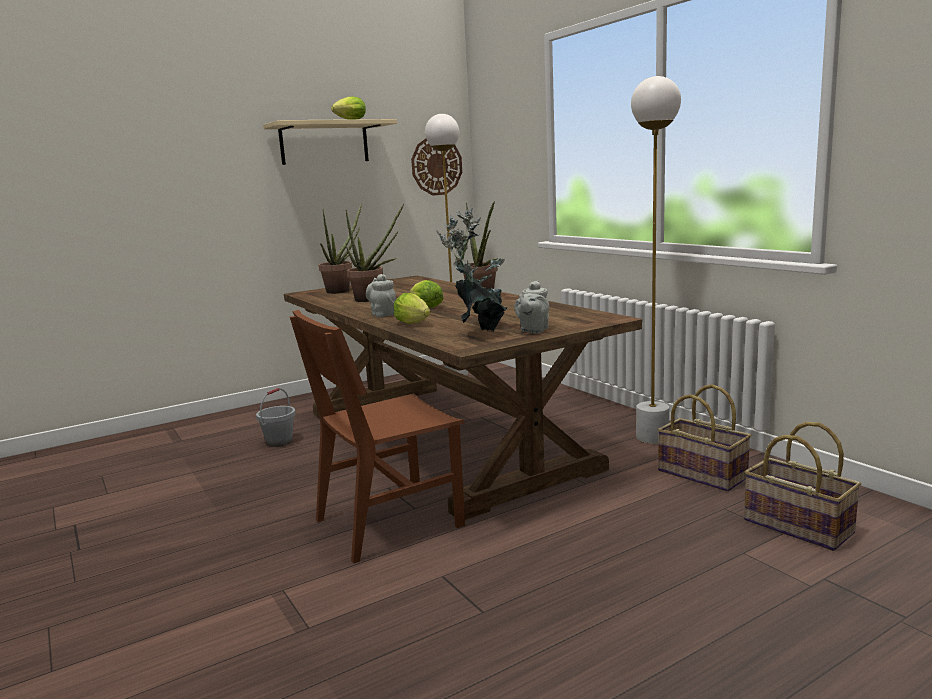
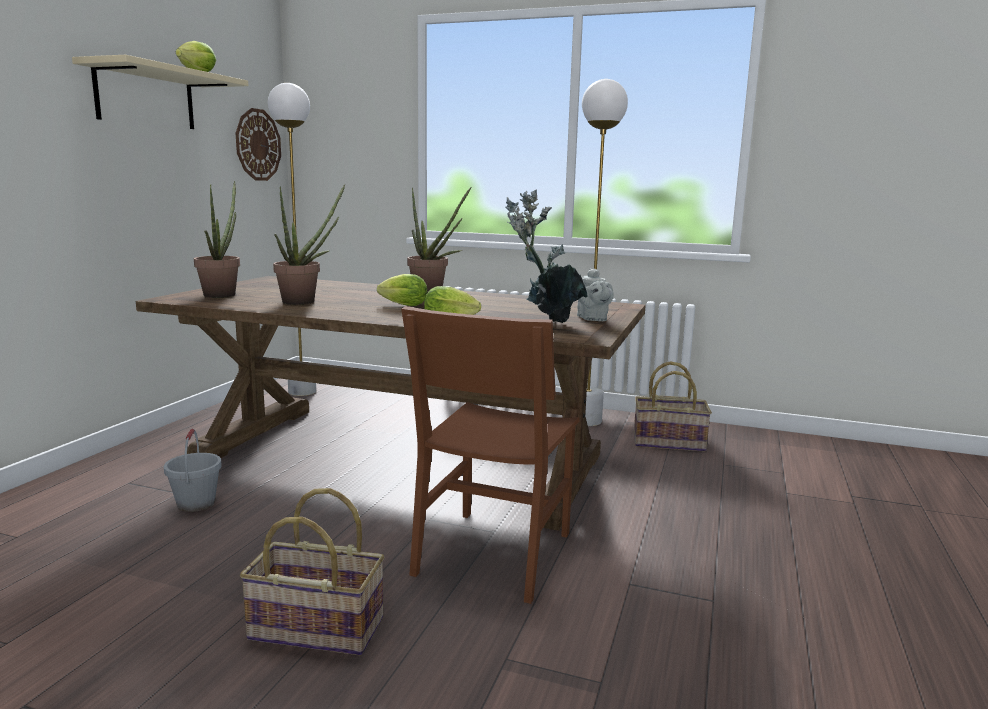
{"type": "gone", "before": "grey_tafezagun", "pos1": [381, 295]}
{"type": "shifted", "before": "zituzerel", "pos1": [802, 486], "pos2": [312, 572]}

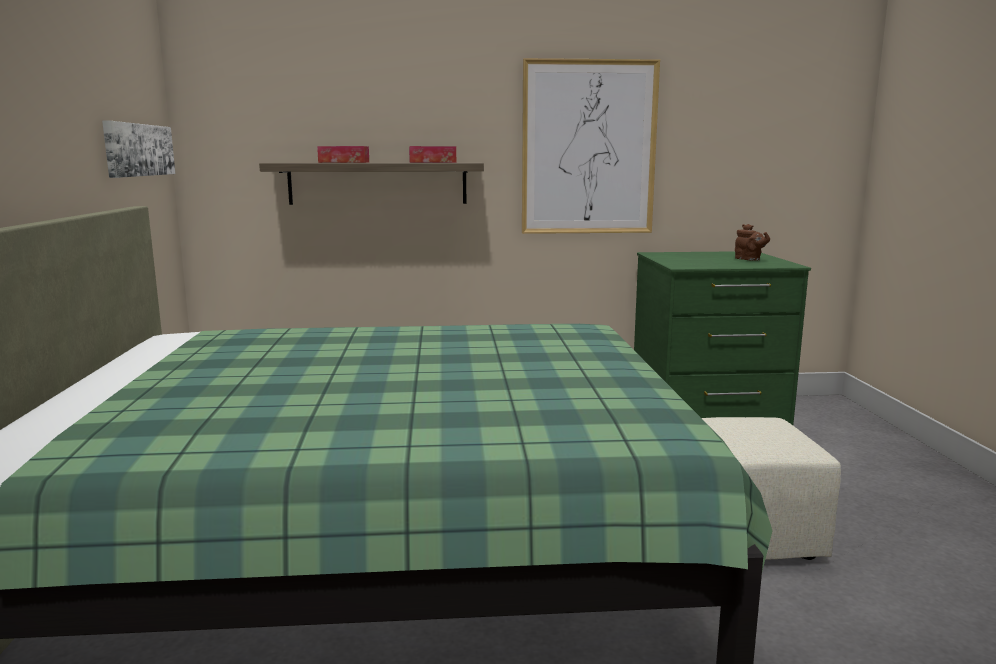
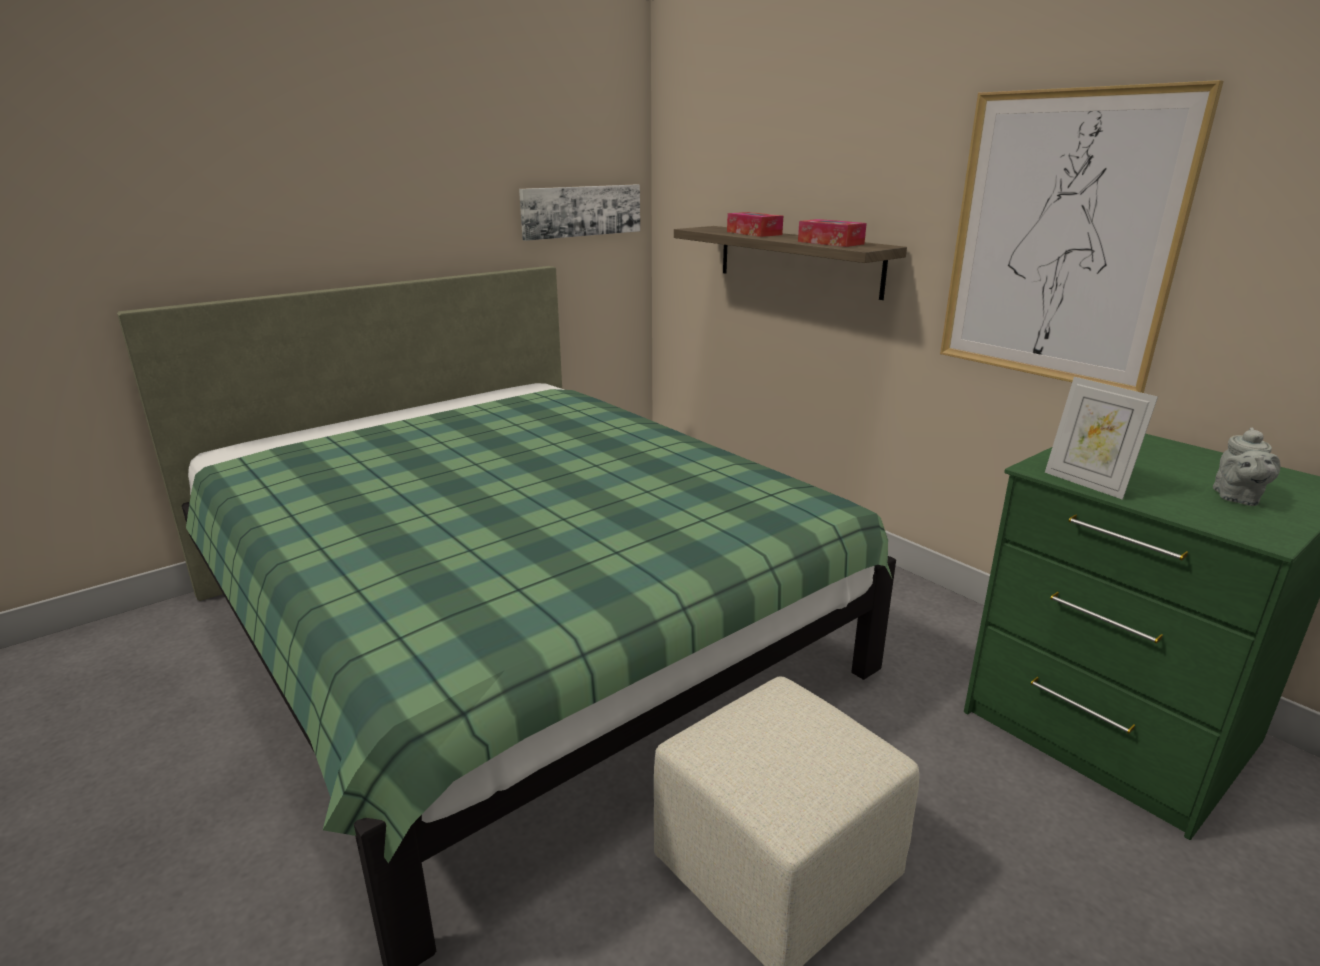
{"type": "repainted", "before": "brown_tafezagun", "after": "grey_tafezagun", "pos1": [752, 242], "pos2": [1246, 466]}
{"type": "new", "after": "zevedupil", "pos2": [1101, 438]}

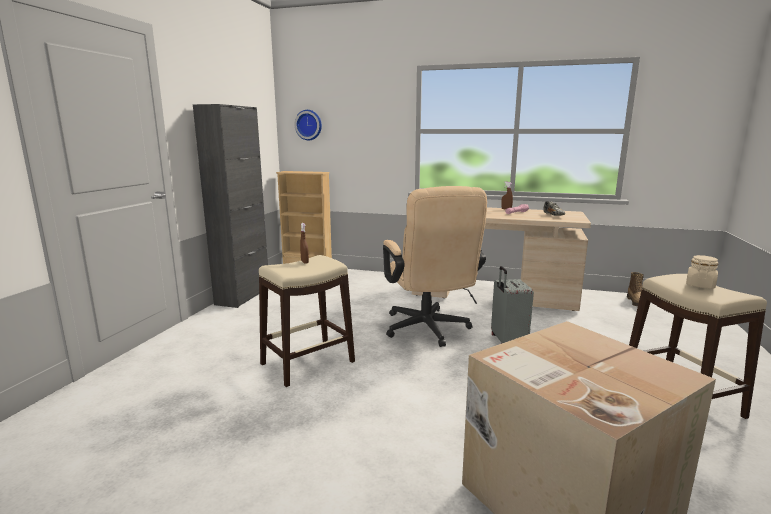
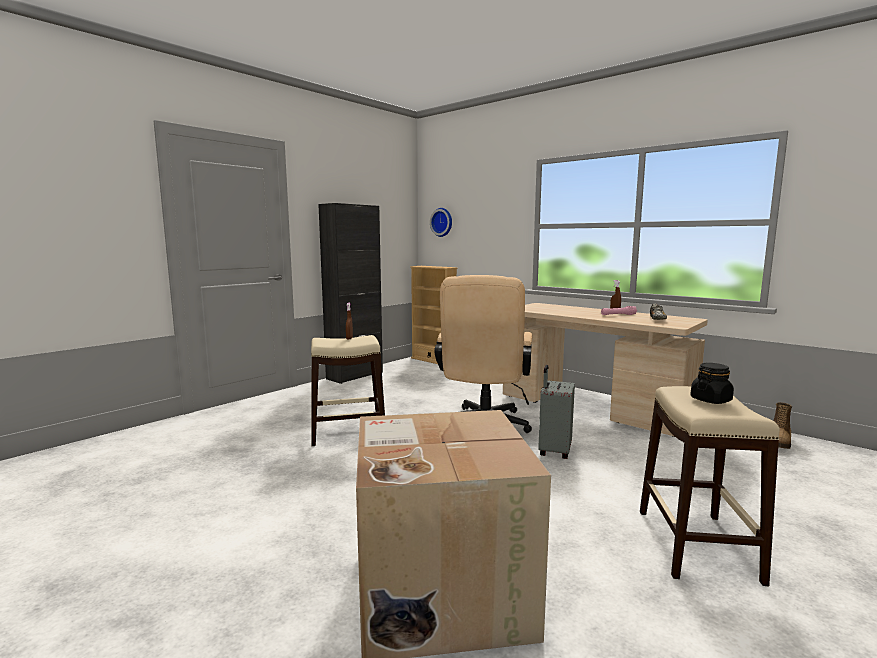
{"type": "repainted", "before": "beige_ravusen", "after": "black_ravusen", "pos1": [702, 272], "pos2": [712, 383]}

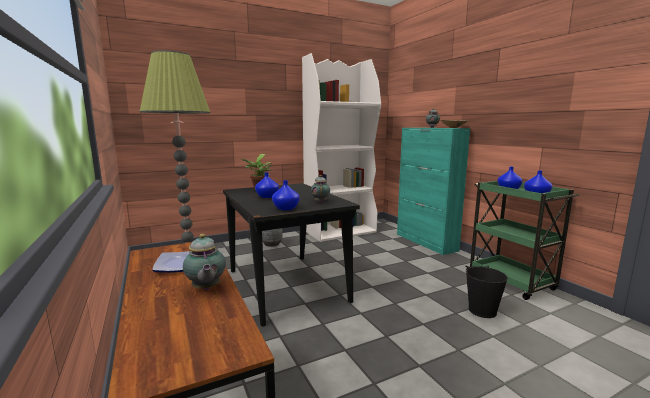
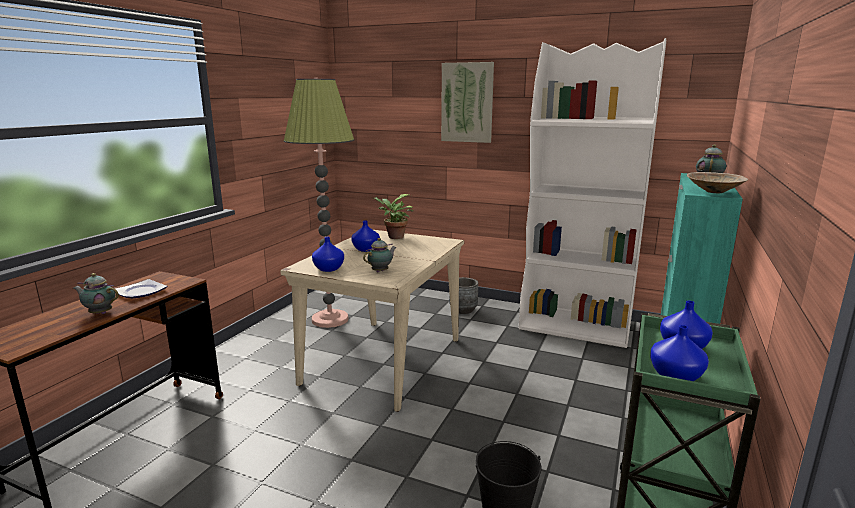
{"type": "rotated", "before": "tafezagun", "pos1": [204, 262], "pos2": [96, 293], "turn": 75}
{"type": "repainted", "before": "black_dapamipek", "after": "beige_dapamipek", "pos1": [291, 255], "pos2": [372, 321]}
{"type": "new", "after": "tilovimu", "pos2": [467, 102]}

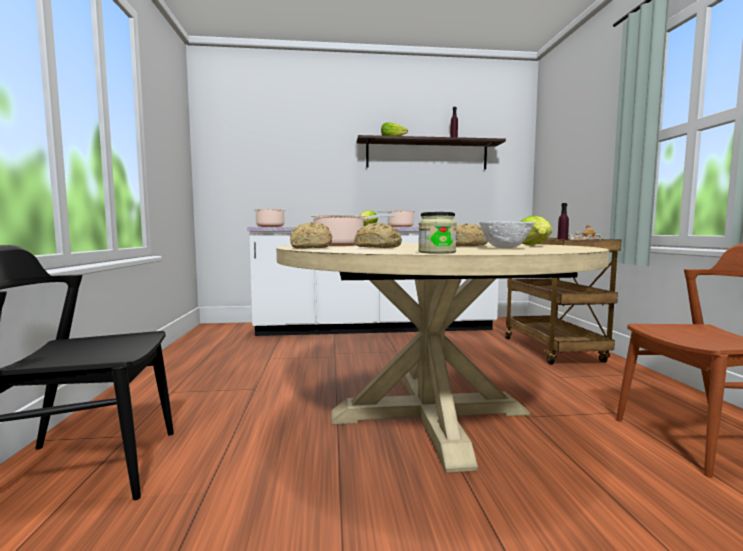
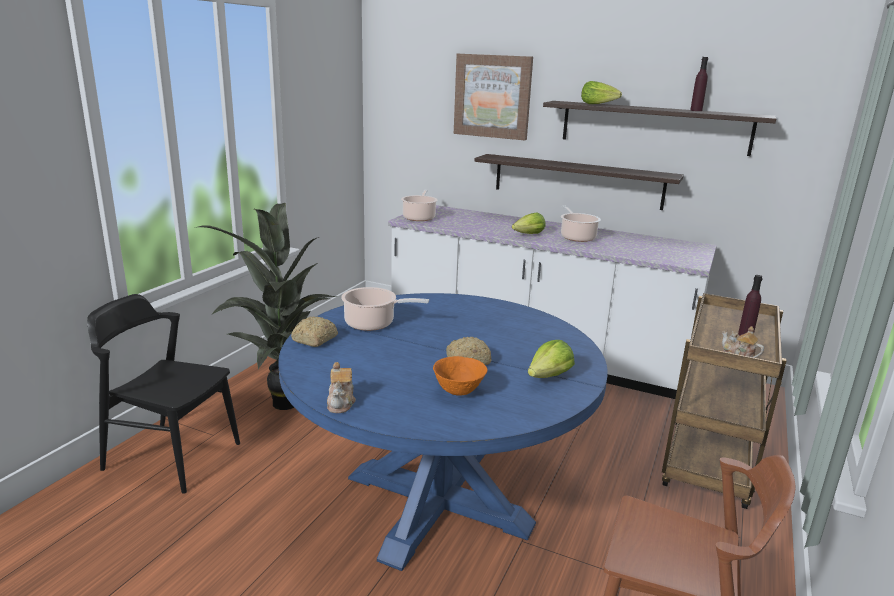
{"type": "repainted", "before": "beige_dapamipek", "after": "blue_dapamipek", "pos1": [442, 357], "pos2": [443, 432]}
{"type": "gone", "before": "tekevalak", "pos1": [378, 235]}
{"type": "swapped", "before": "ravusen", "after": "tafezagun", "pos1": [437, 233], "pos2": [341, 387]}
{"type": "repainted", "before": "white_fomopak", "after": "orange_fomopak", "pos1": [507, 235], "pos2": [460, 376]}
{"type": "new", "after": "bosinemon", "pos2": [265, 306]}
{"type": "new", "after": "tilovimu", "pos2": [493, 97]}
{"type": "new", "after": "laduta", "pos2": [579, 182]}

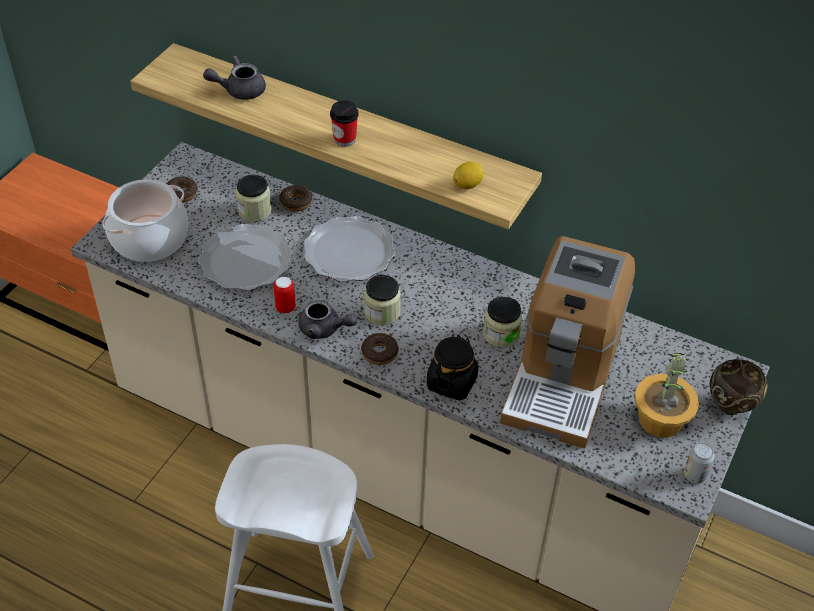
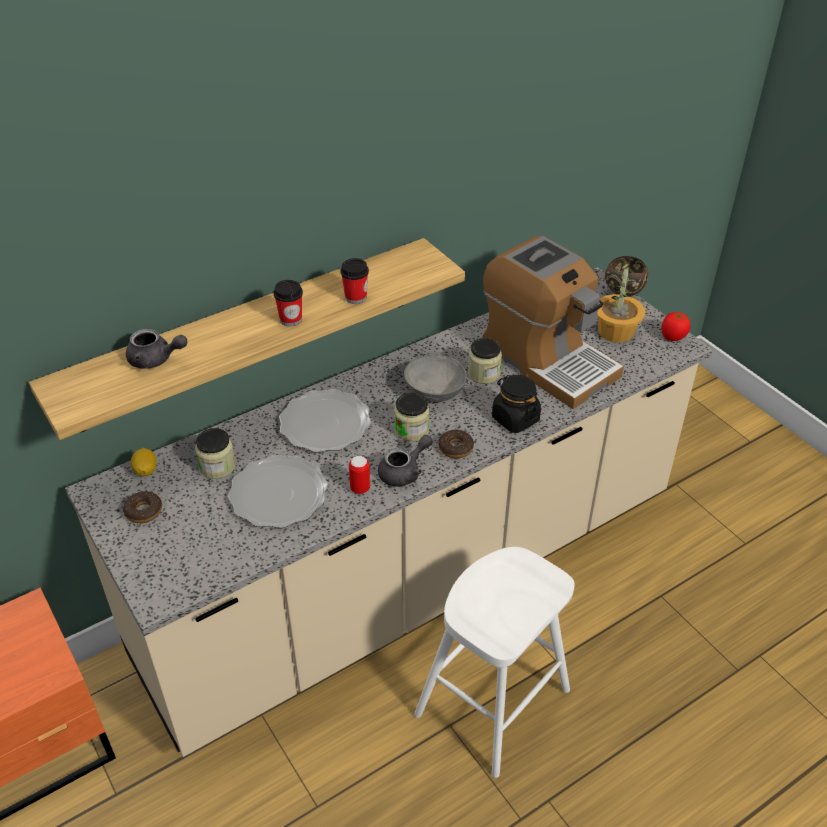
{"type": "gone", "before": "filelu", "pos1": [145, 220]}
{"type": "rotated", "before": "grey_tafezagun", "pos1": [234, 78], "pos2": [156, 349], "turn": -90}
{"type": "gone", "before": "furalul", "pos1": [296, 198]}
{"type": "shifted", "before": "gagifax", "pos1": [468, 175], "pos2": [143, 462]}
{"type": "swapped", "before": "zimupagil", "after": "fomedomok", "pos1": [699, 463], "pos2": [676, 326]}
{"type": "new", "after": "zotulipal", "pos2": [354, 281]}
{"type": "new", "after": "grey_fomopak", "pos2": [435, 378]}

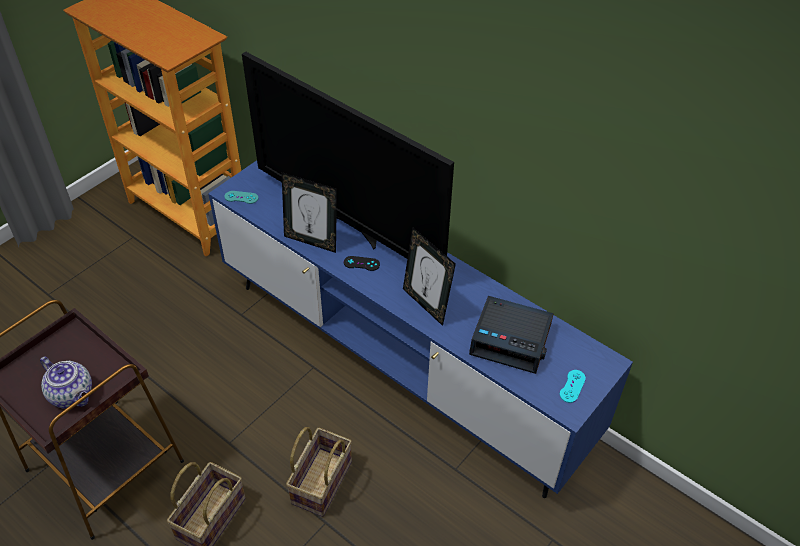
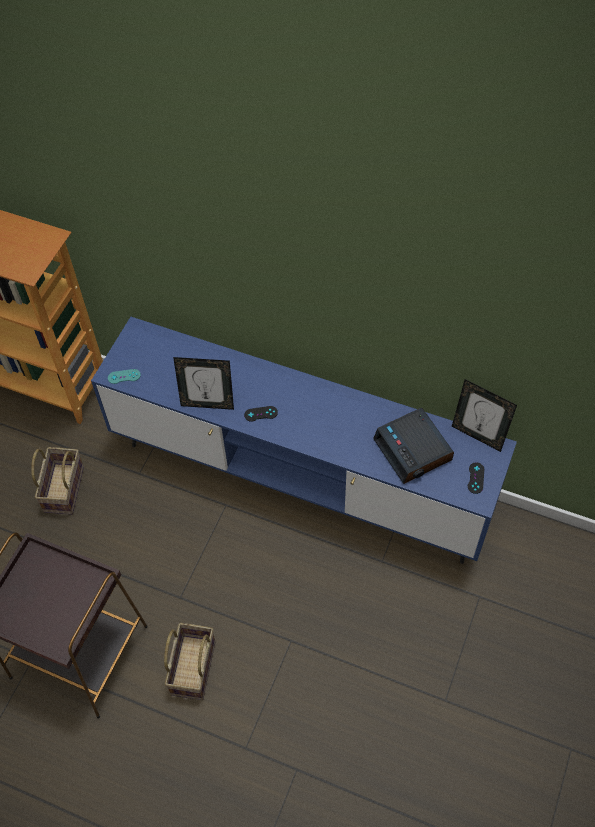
{"type": "gone", "before": "tafezagun", "pos1": [66, 383]}
{"type": "gone", "before": "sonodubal", "pos1": [348, 155]}
{"type": "shifted", "before": "zituzerel", "pos1": [319, 472], "pos2": [57, 481]}
{"type": "shifted", "before": "zevedupil", "pos1": [429, 276], "pos2": [484, 415]}
{"type": "rotated", "before": "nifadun", "pos1": [511, 335], "pos2": [413, 446], "turn": 60}
{"type": "repainted", "before": "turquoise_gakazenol", "after": "black_gakazenol", "pos1": [573, 386], "pos2": [476, 478]}

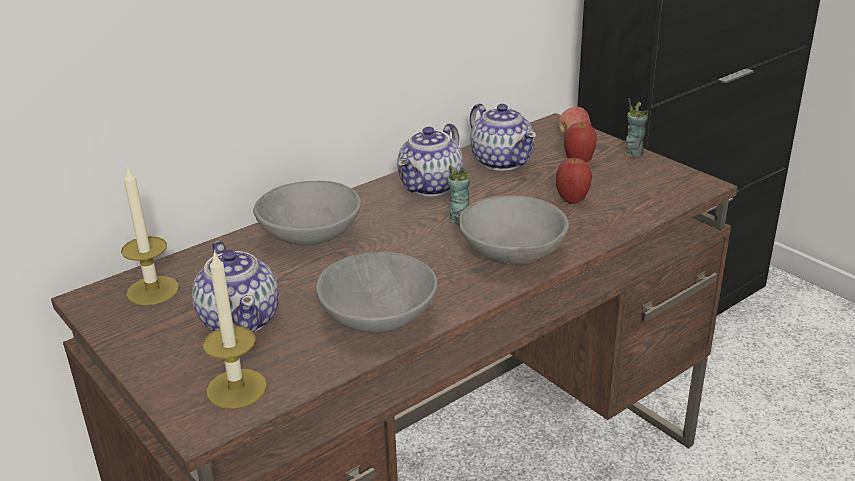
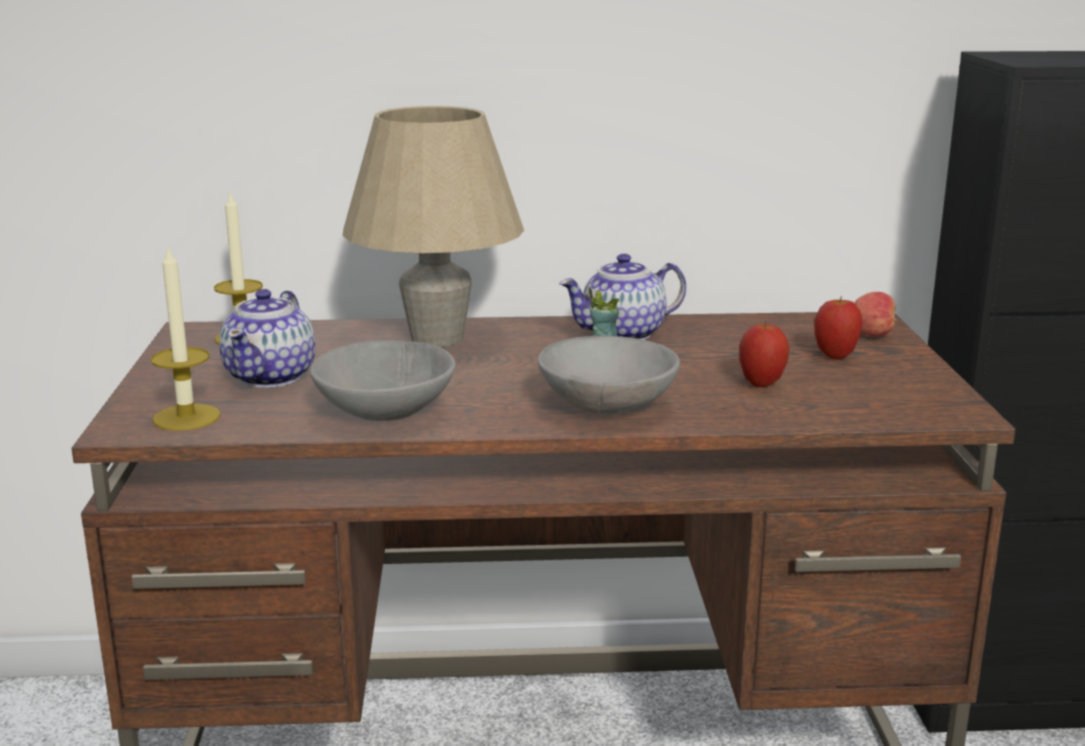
{"type": "swapped", "before": "grey_fomopak", "after": "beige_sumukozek", "pos1": [307, 213], "pos2": [433, 226]}
{"type": "gone", "before": "tafezagun", "pos1": [503, 137]}
{"type": "gone", "before": "zotulipal", "pos1": [636, 127]}

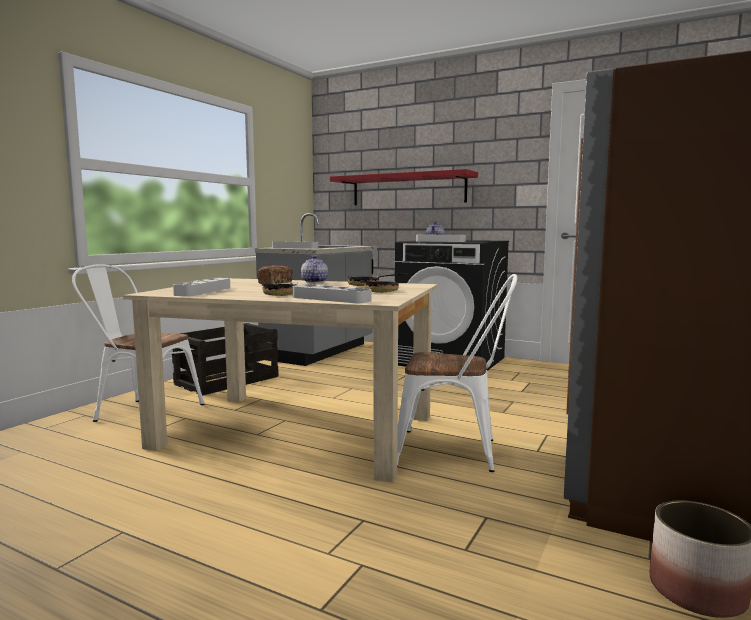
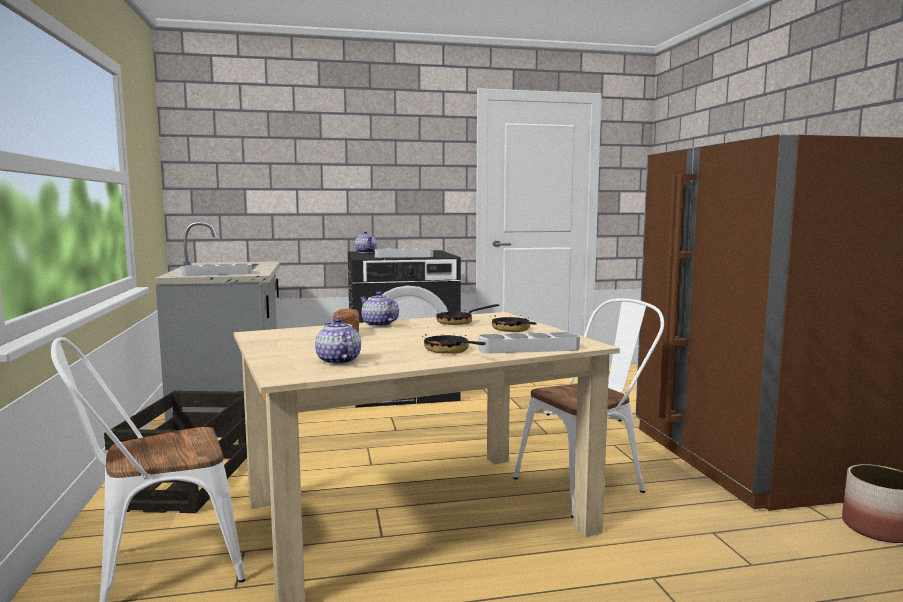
{"type": "swapped", "before": "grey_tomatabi", "after": "tafezagun", "pos1": [201, 287], "pos2": [338, 341]}
{"type": "gone", "before": "red_laduta", "pos1": [404, 187]}

